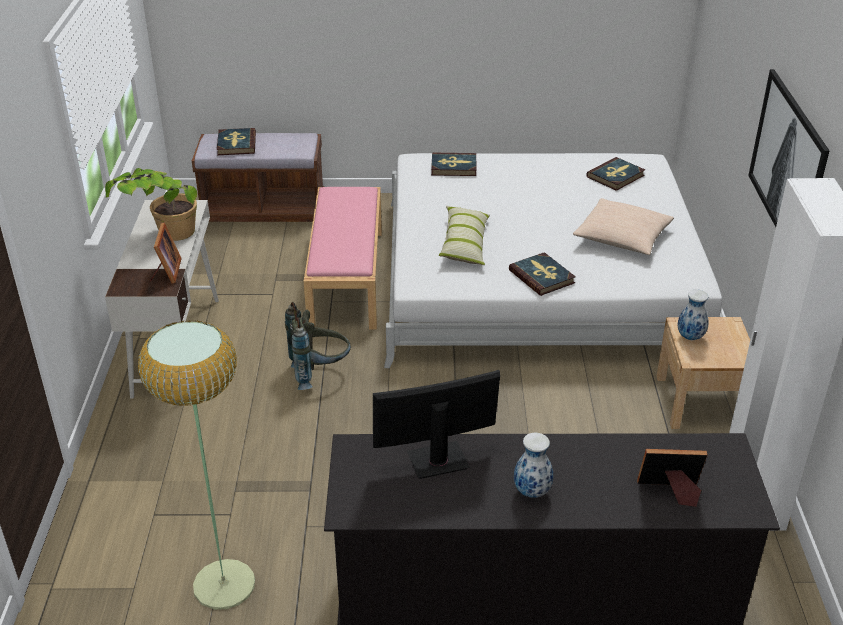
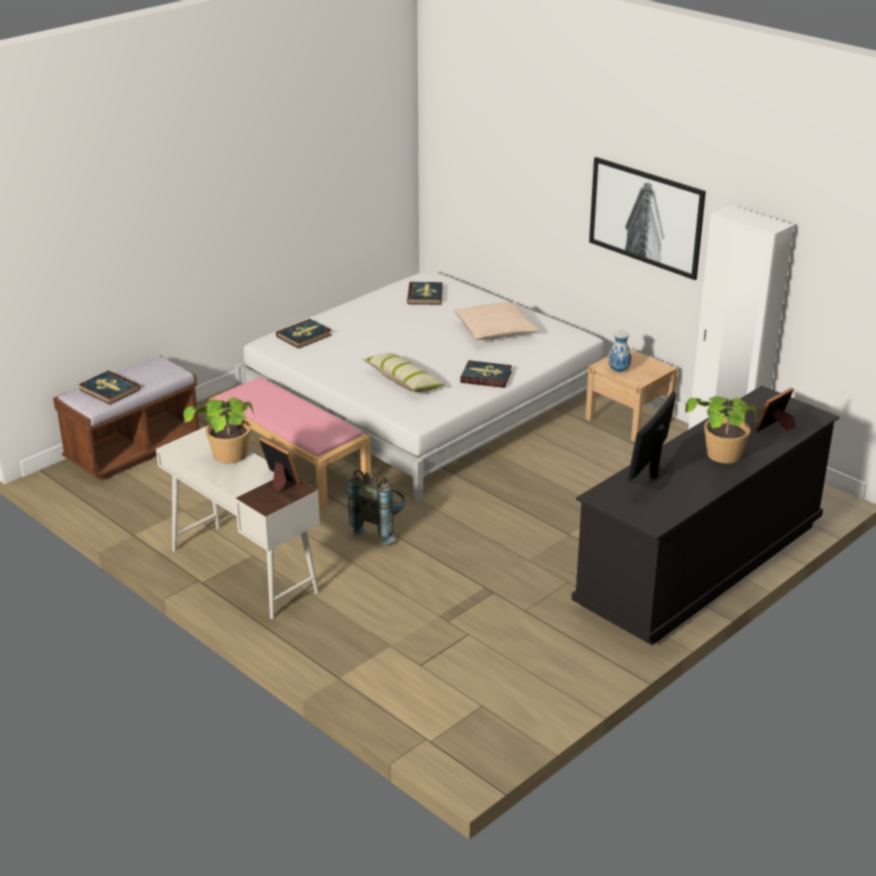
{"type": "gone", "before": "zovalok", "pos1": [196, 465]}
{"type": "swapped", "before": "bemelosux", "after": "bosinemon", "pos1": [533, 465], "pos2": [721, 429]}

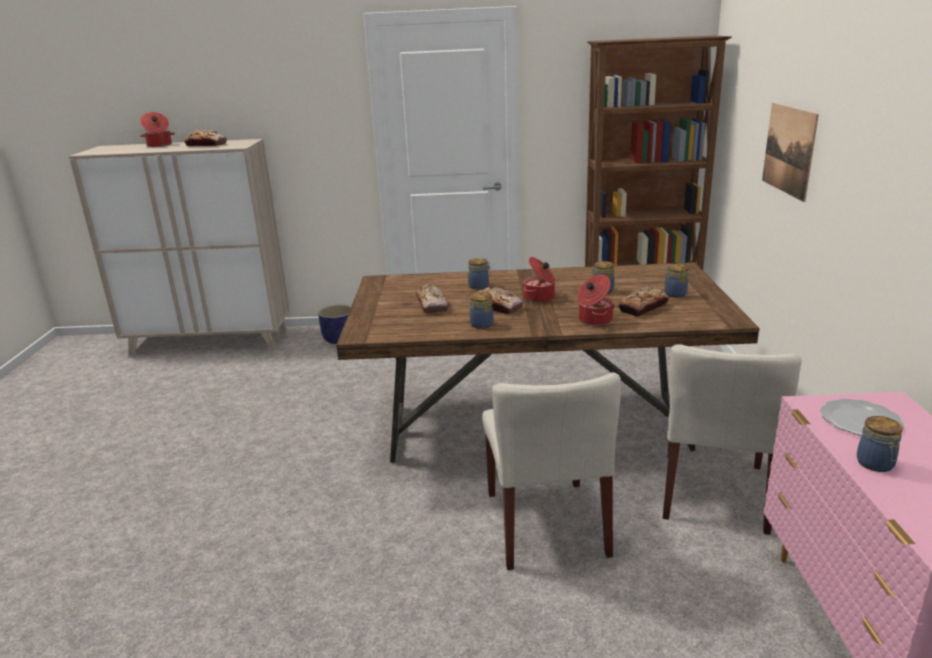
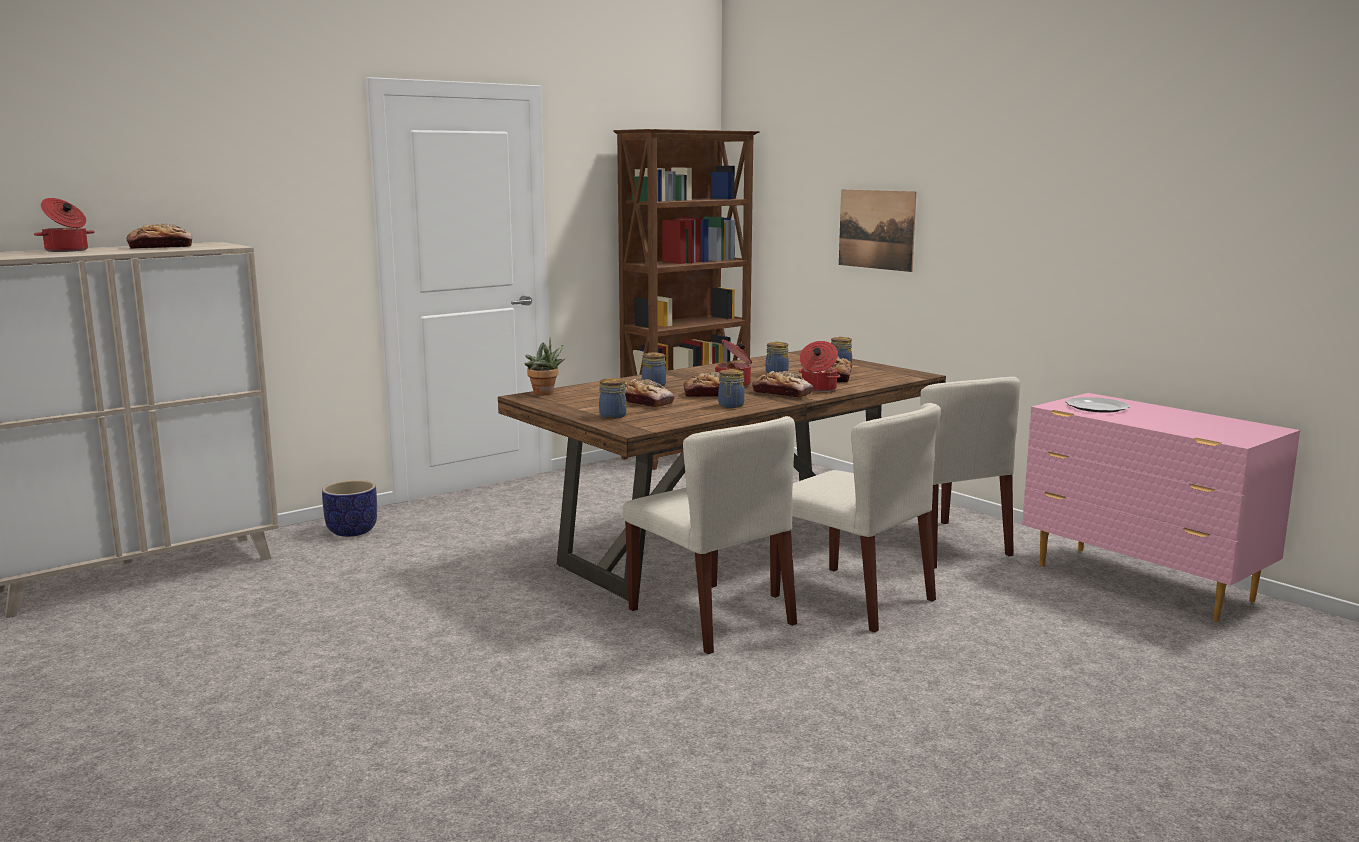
{"type": "shifted", "before": "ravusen", "pos1": [880, 444], "pos2": [613, 398]}
{"type": "new", "after": "bosinemon", "pos2": [545, 366]}
{"type": "new", "after": "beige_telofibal", "pos2": [710, 535]}
{"type": "new", "after": "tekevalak", "pos2": [782, 384]}

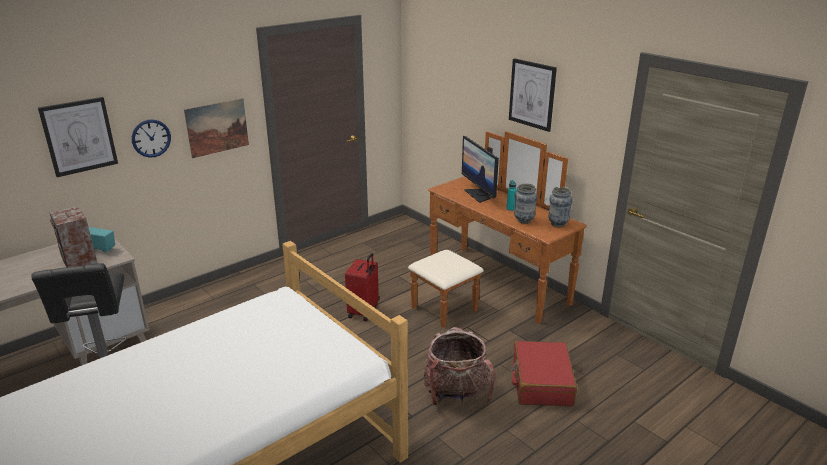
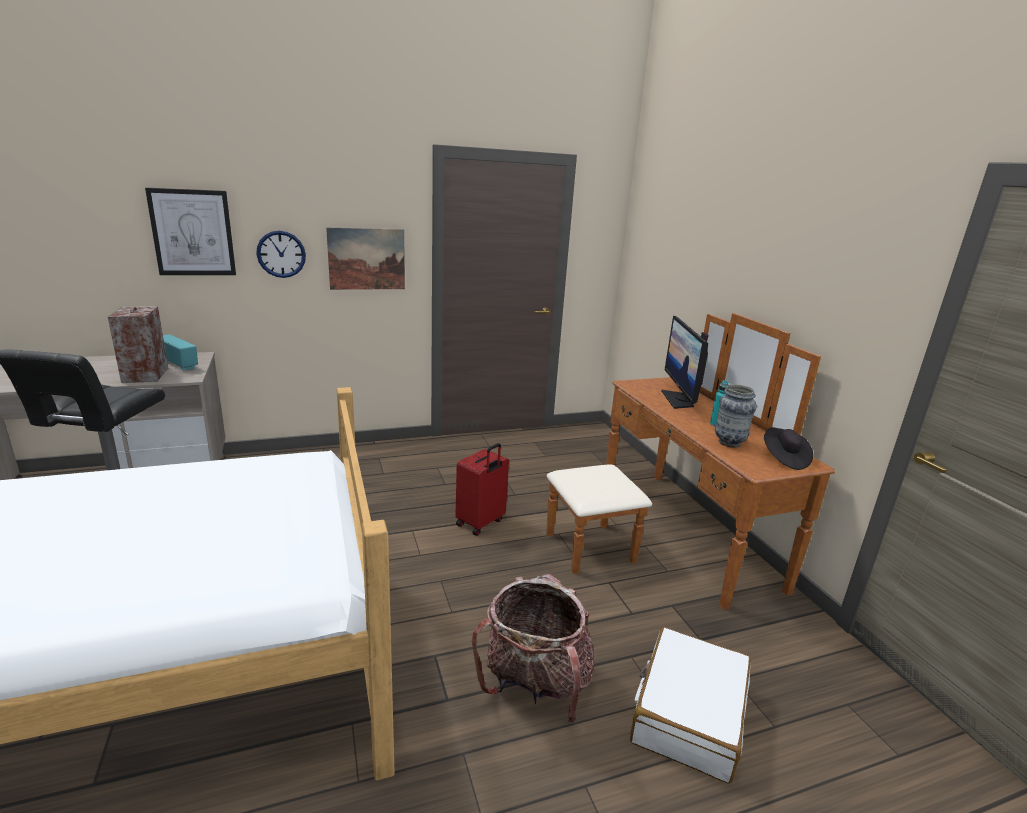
{"type": "gone", "before": "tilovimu", "pos1": [533, 95]}
{"type": "repainted", "before": "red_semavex", "after": "white_semavex", "pos1": [544, 374], "pos2": [690, 705]}
{"type": "swapped", "before": "bemelosux", "after": "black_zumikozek", "pos1": [560, 207], "pos2": [788, 448]}

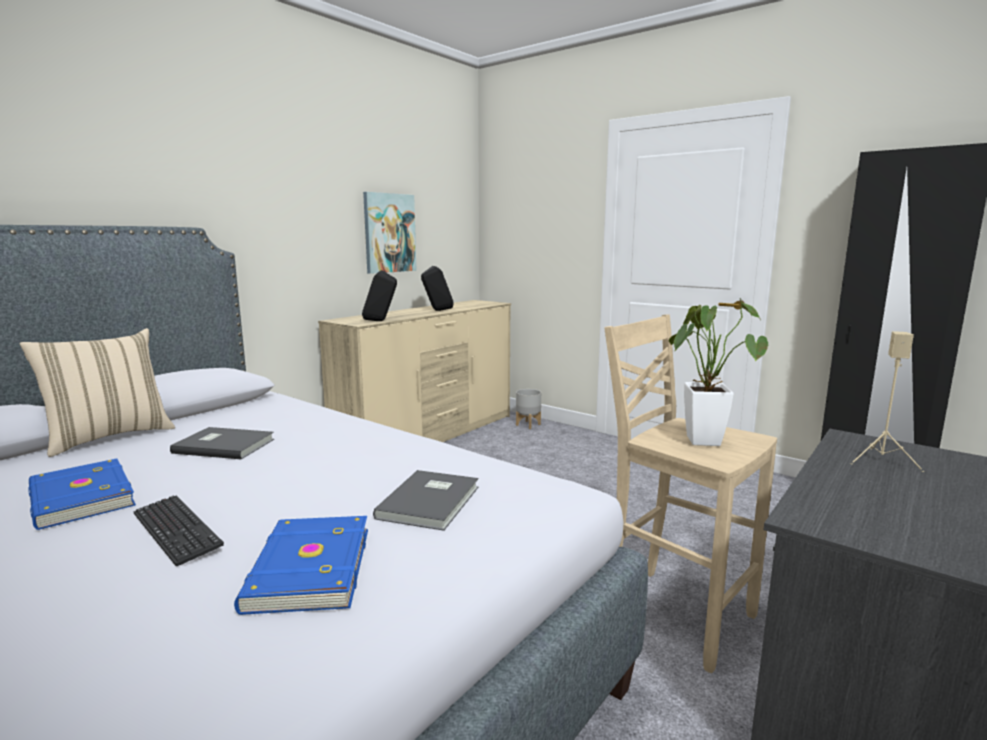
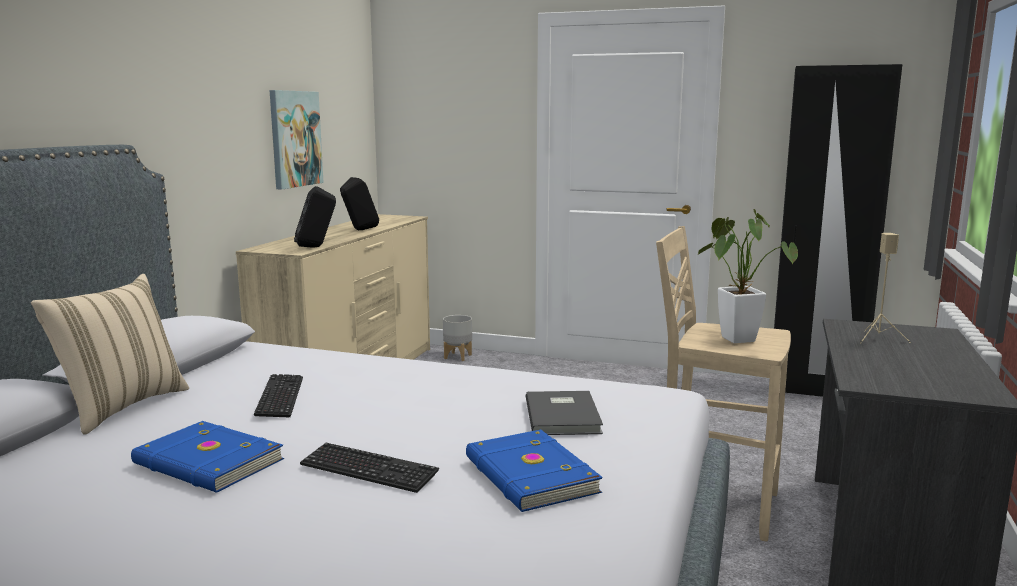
{"type": "swapped", "before": "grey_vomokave", "after": "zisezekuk", "pos1": [222, 443], "pos2": [278, 396]}

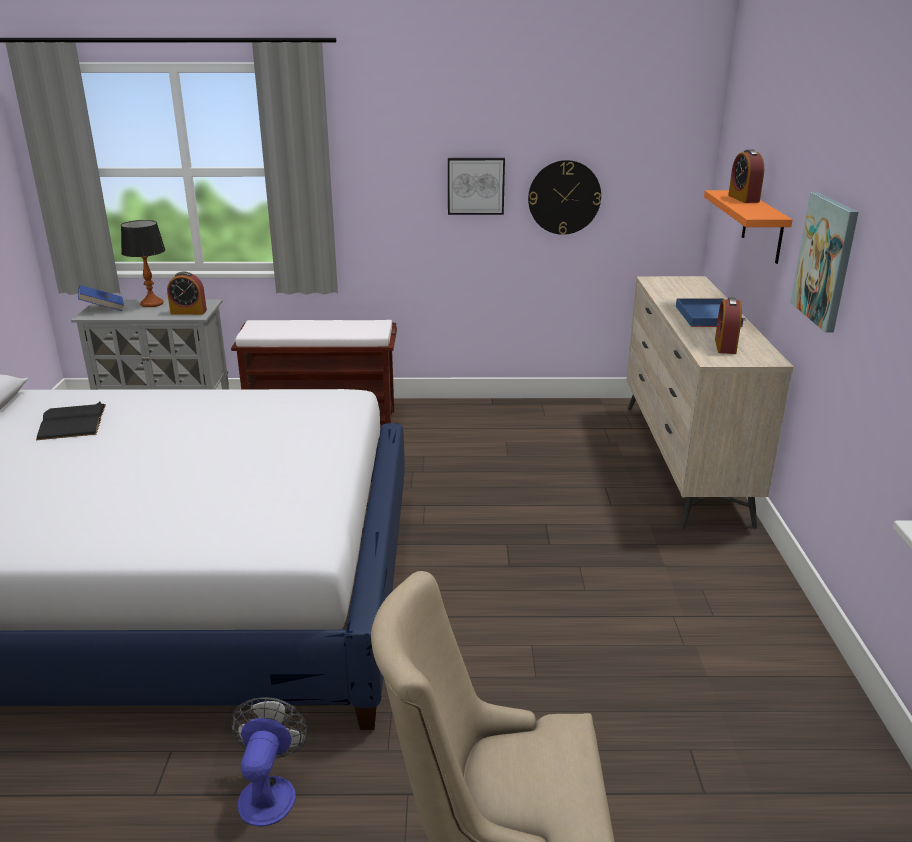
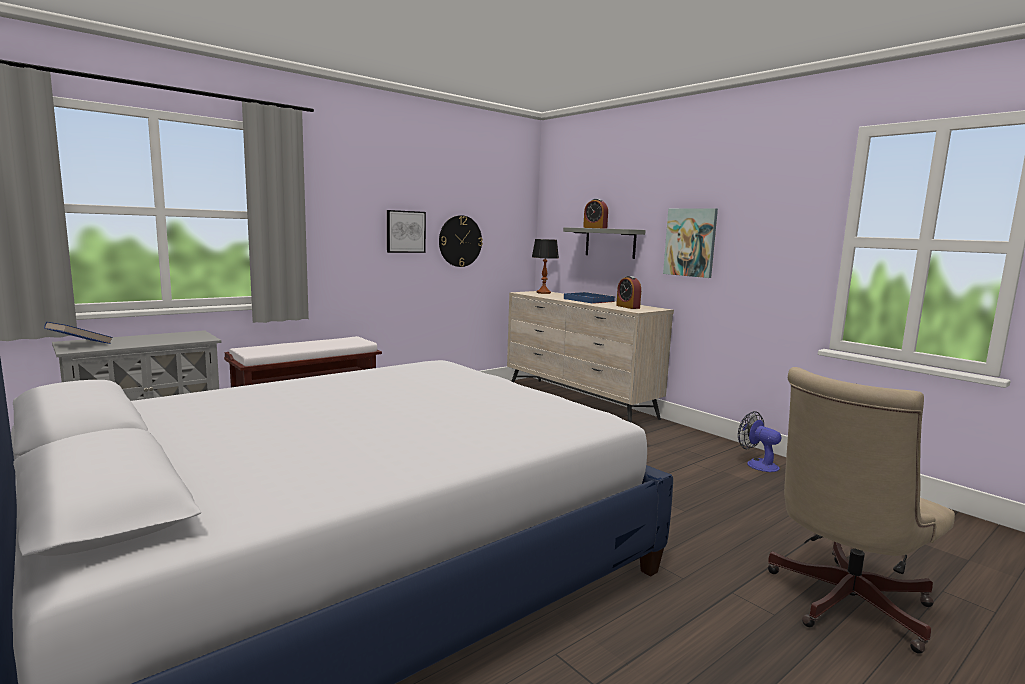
{"type": "gone", "before": "black_vomokave", "pos1": [71, 420]}
{"type": "shifted", "before": "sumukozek", "pos1": [143, 263], "pos2": [545, 266]}
{"type": "gone", "before": "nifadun", "pos1": [187, 293]}
{"type": "shifted", "before": "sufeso", "pos1": [269, 762], "pos2": [759, 441]}
{"type": "repainted", "before": "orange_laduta", "after": "grey_laduta", "pos1": [748, 227], "pos2": [604, 243]}

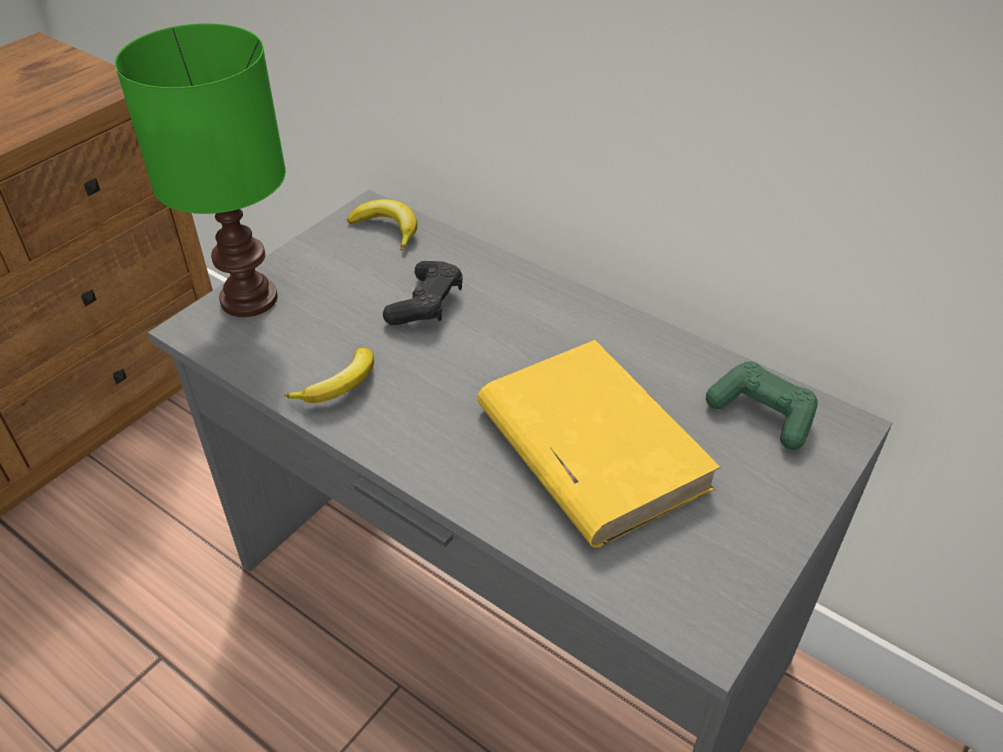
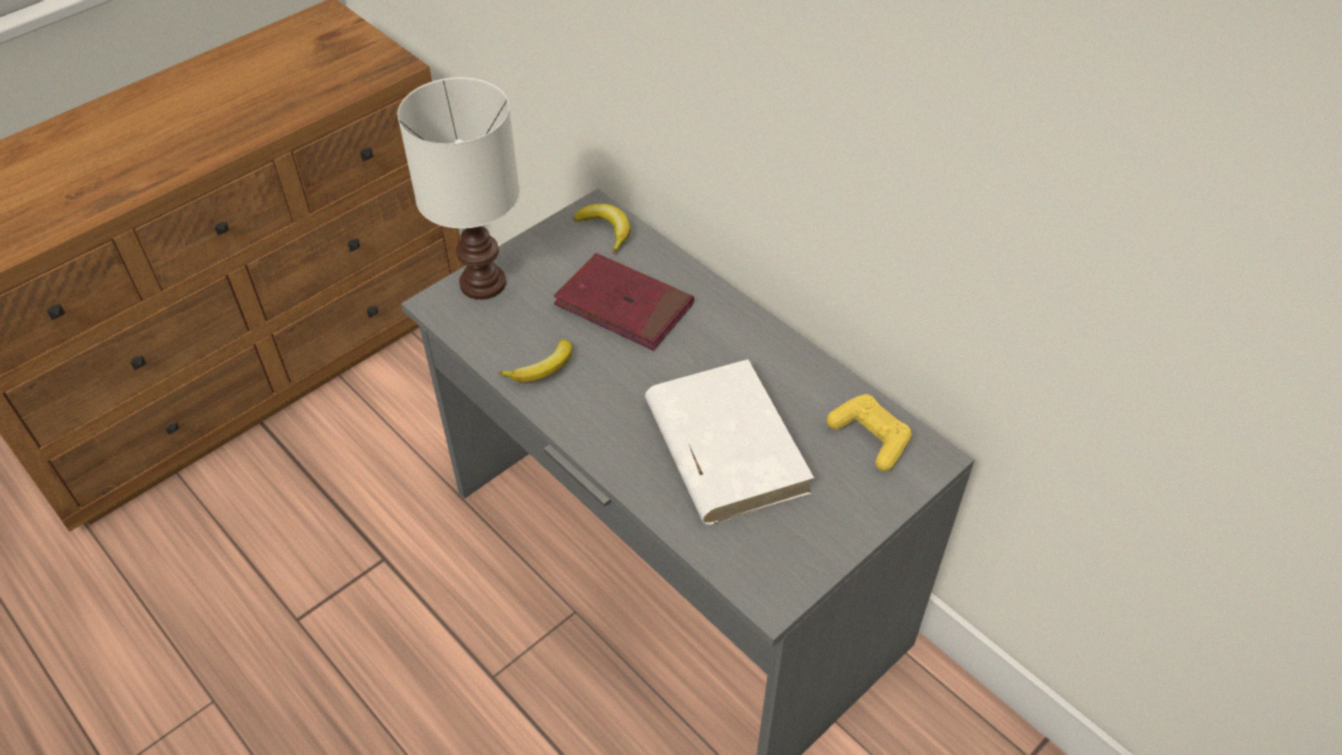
{"type": "repainted", "before": "green_sumukozek", "after": "white_sumukozek", "pos1": [200, 170], "pos2": [459, 188]}
{"type": "swapped", "before": "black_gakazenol", "after": "red_vomokave", "pos1": [422, 293], "pos2": [624, 302]}
{"type": "repainted", "before": "yellow_vomokave", "after": "white_vomokave", "pos1": [599, 443], "pos2": [729, 442]}
{"type": "repainted", "before": "green_gakazenol", "after": "yellow_gakazenol", "pos1": [762, 405], "pos2": [869, 432]}

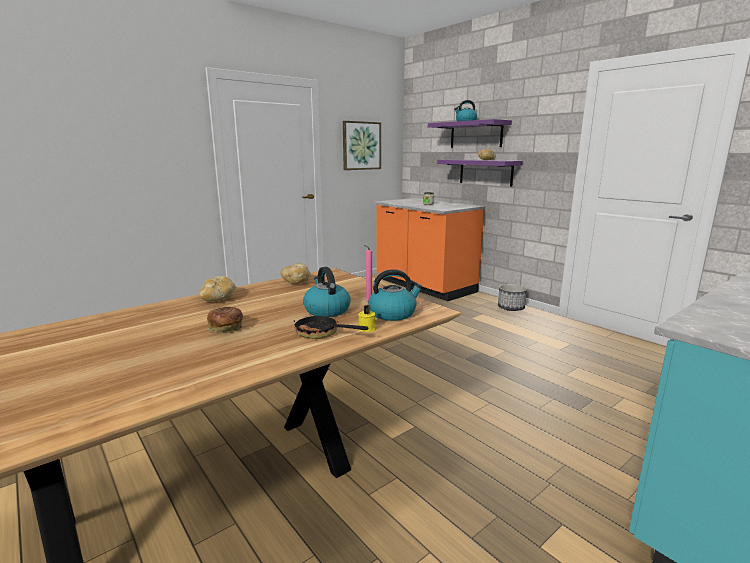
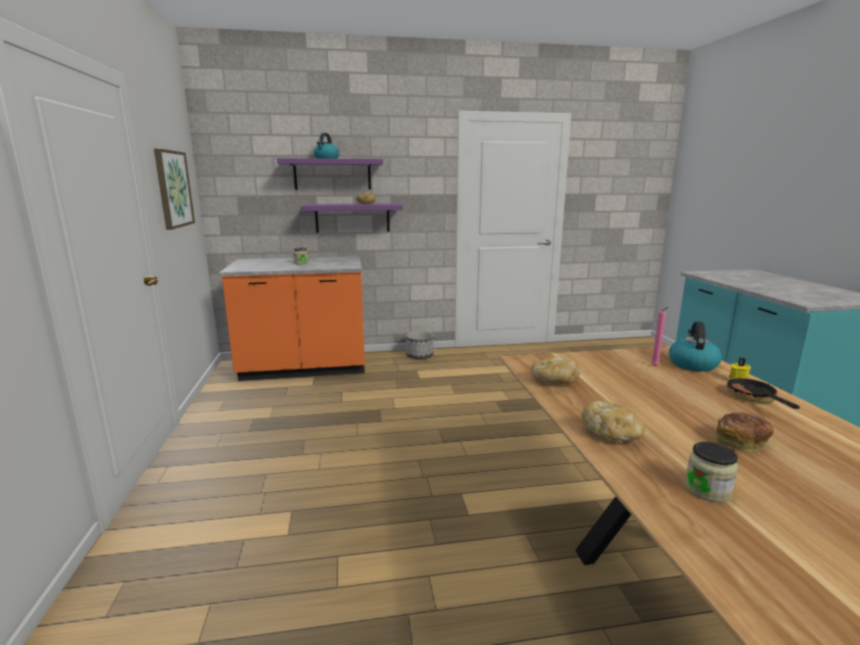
{"type": "rotated", "before": "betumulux", "pos1": [331, 326], "pos2": [763, 392], "turn": 120}
{"type": "gone", "before": "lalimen", "pos1": [327, 292]}
{"type": "new", "after": "ravusen", "pos2": [711, 472]}

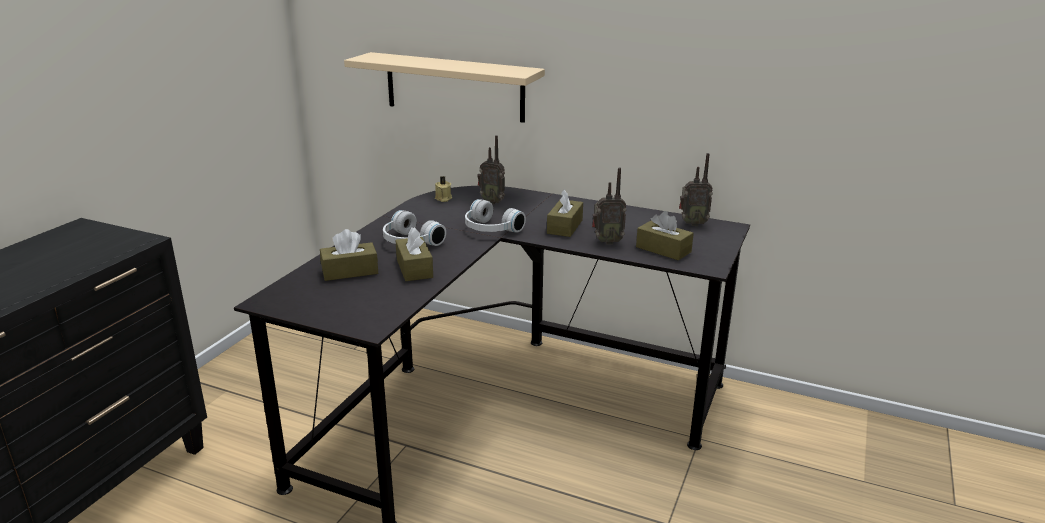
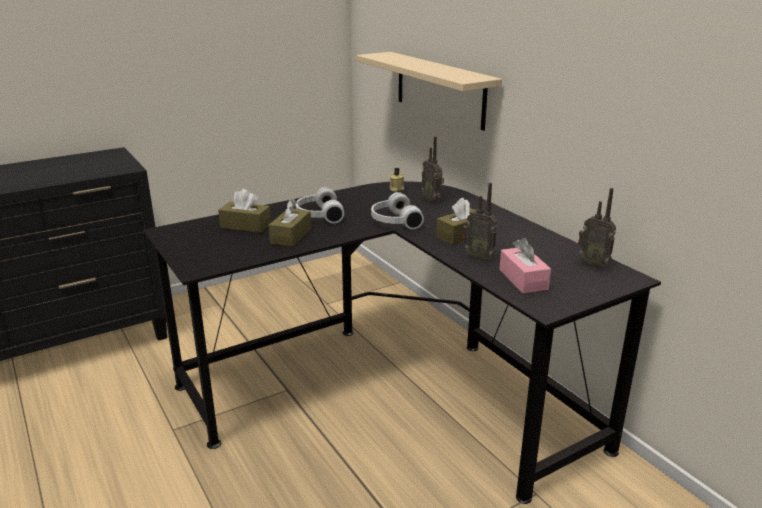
{"type": "repainted", "before": "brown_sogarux", "after": "pink_sogarux", "pos1": [665, 236], "pos2": [525, 265]}

